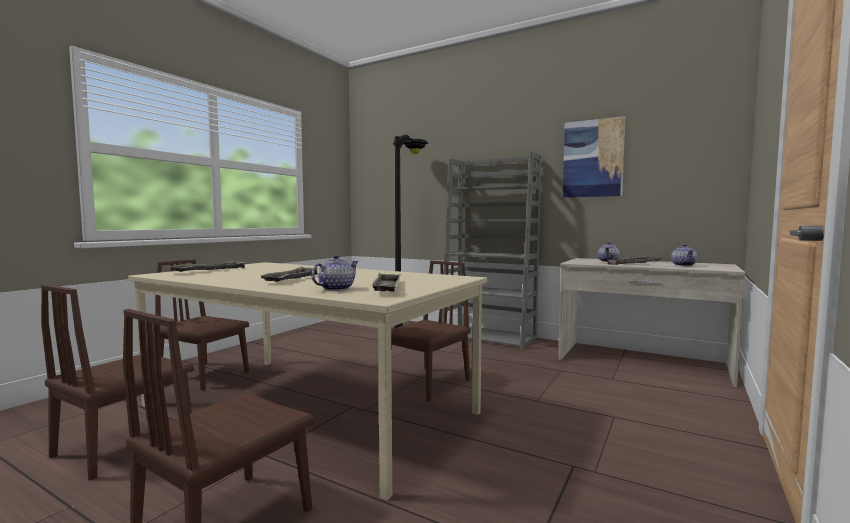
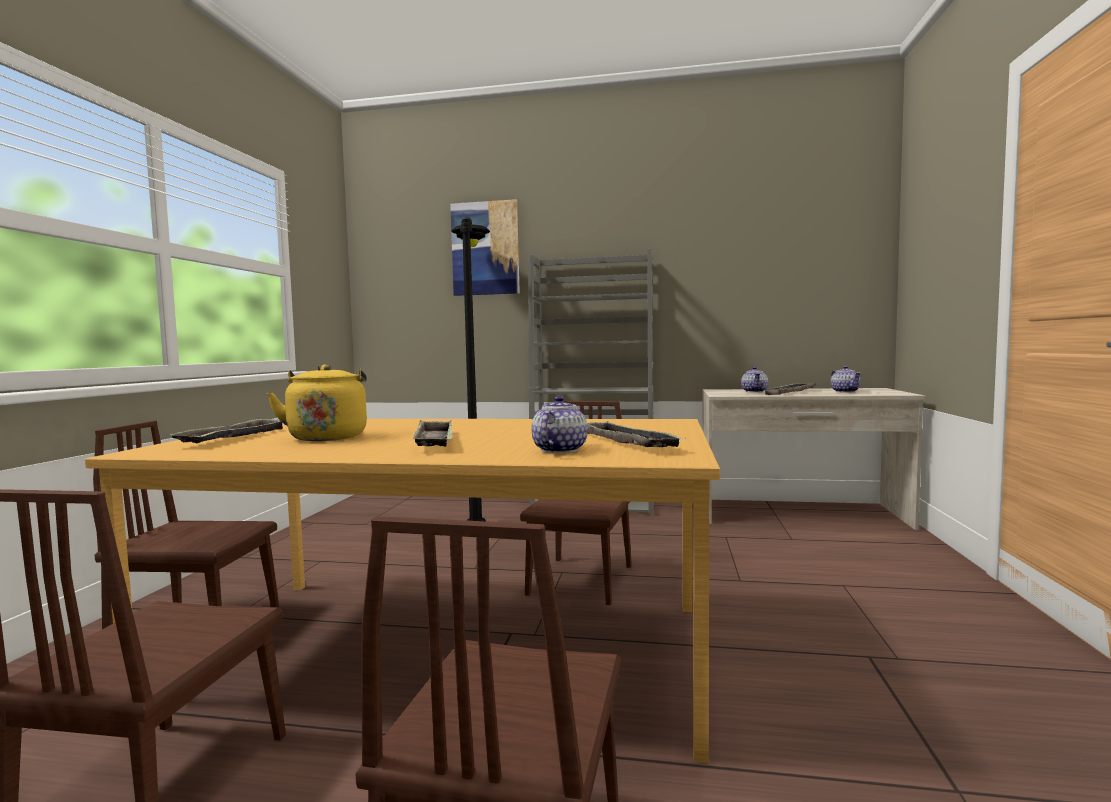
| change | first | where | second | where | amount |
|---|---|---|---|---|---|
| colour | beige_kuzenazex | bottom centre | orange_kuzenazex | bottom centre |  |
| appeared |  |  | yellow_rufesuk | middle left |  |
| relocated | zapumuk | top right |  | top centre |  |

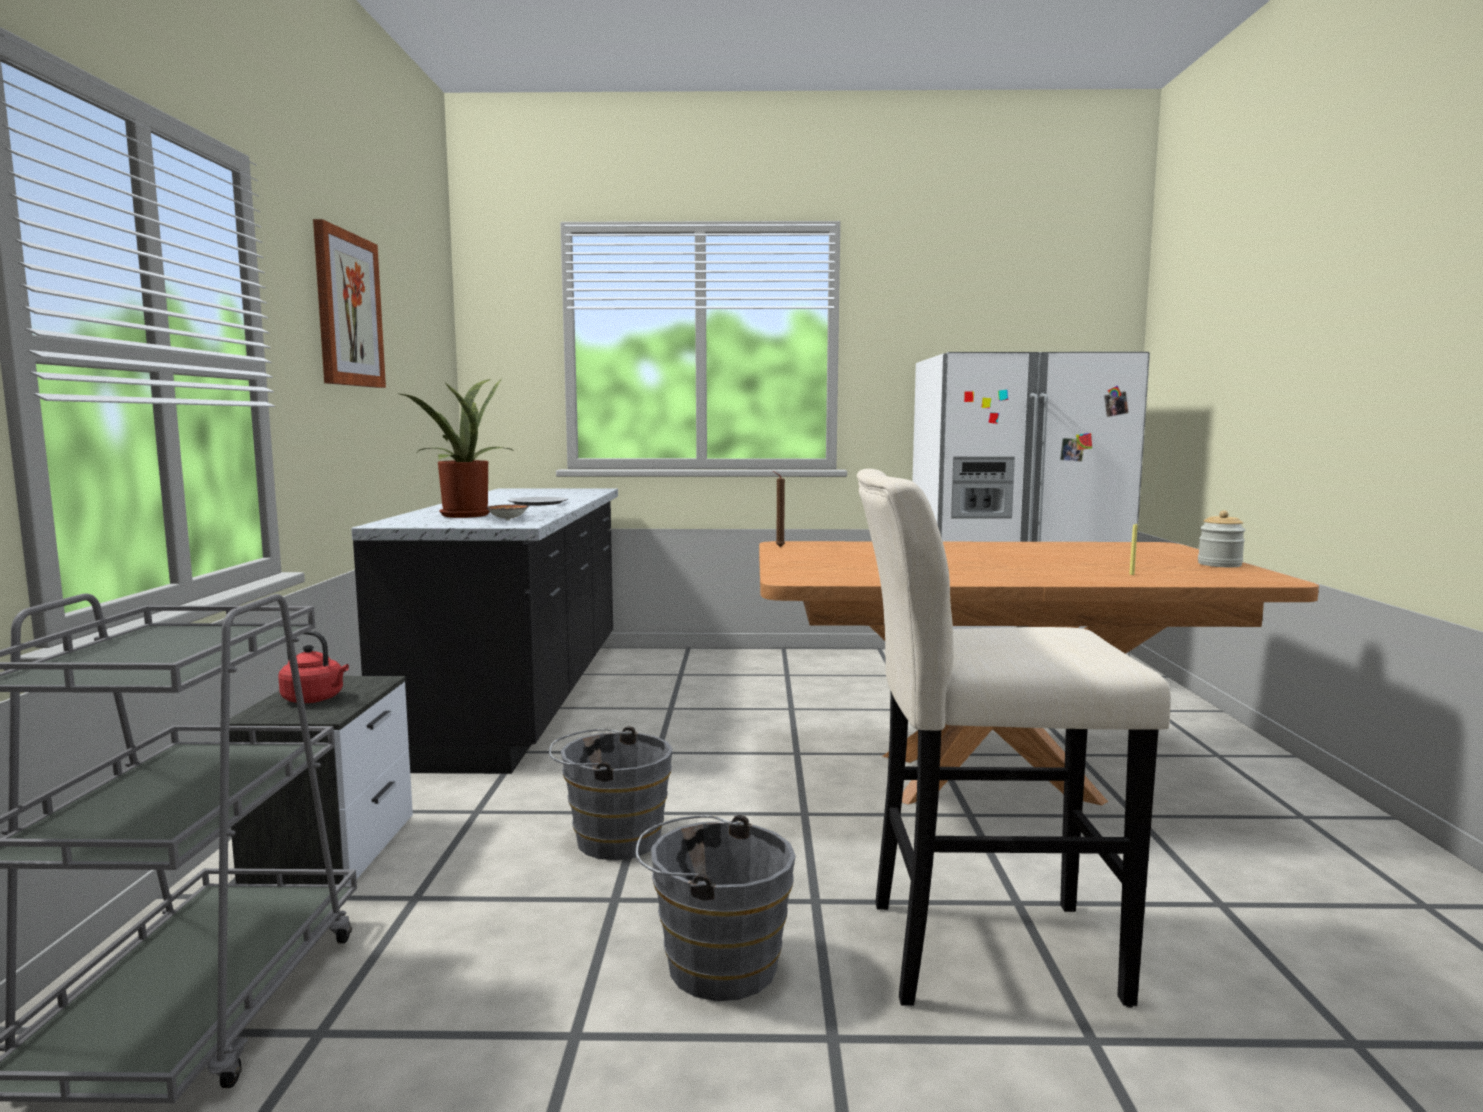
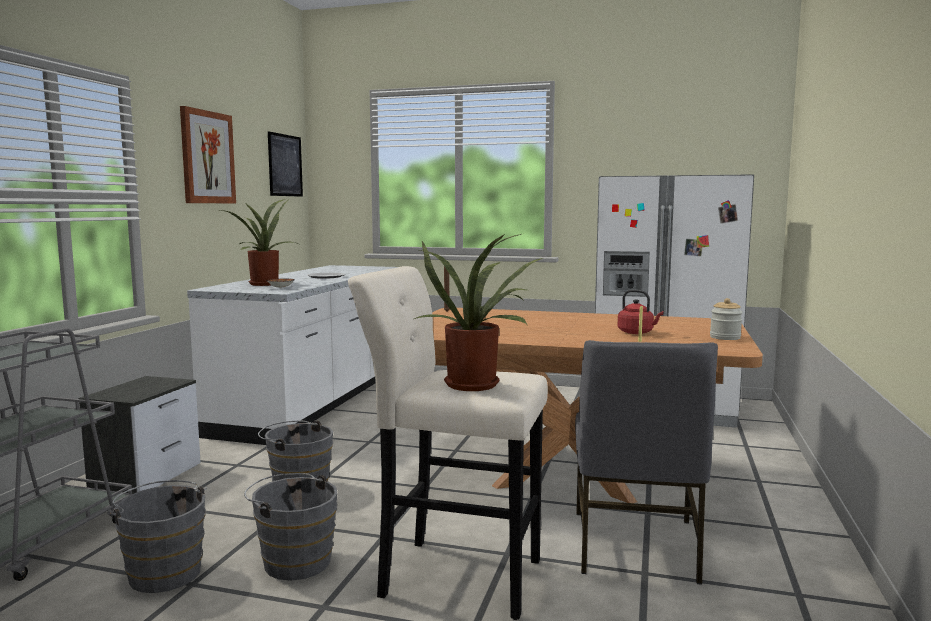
| change | first | where | second | where | amount |
|---|---|---|---|---|---|
| appeared |  |  | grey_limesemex (no. 1 from left) | bottom left |  |
| colour | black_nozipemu | middle left | white_nozipemu | middle left |  |
| appeared |  |  | zapumuk (no. 2 from left) | top left |  |
| appeared |  |  | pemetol (no. 2 from left) | centre |  |
| appeared |  |  | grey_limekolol | bottom right |  |
| relocated | red_rufesuk | middle left |  | middle right |  |

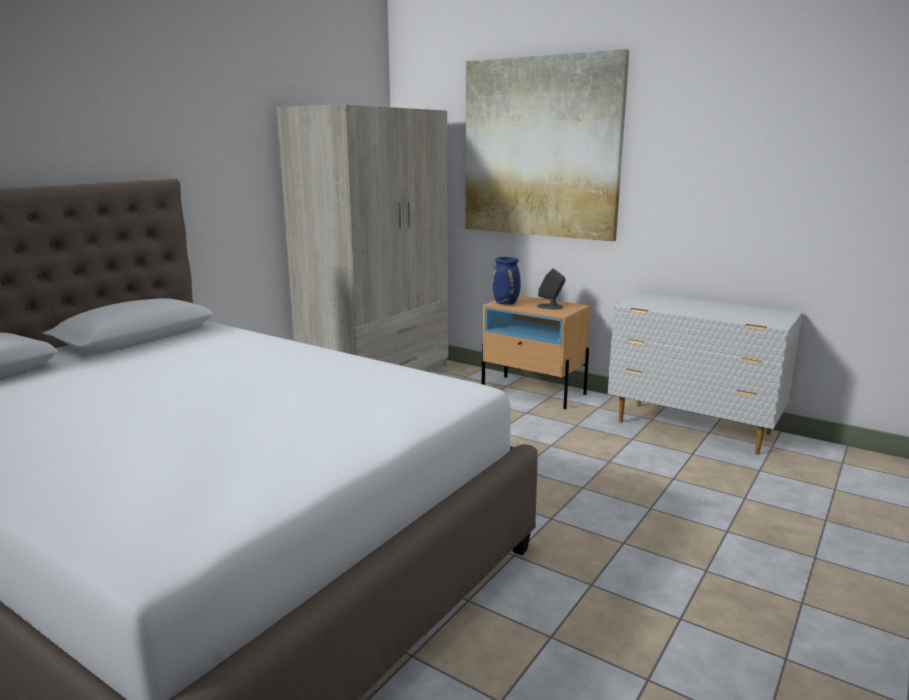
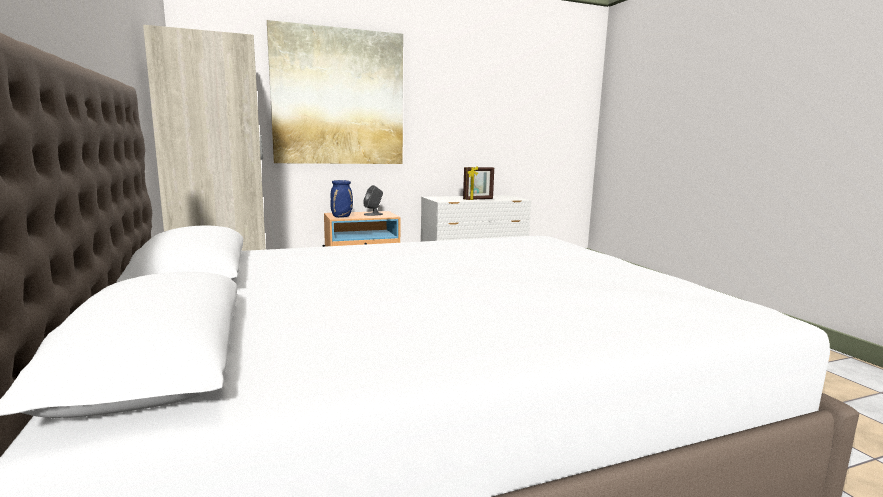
| change | first | where | second | where | amount |
|---|---|---|---|---|---|
| appeared |  |  | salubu | centre |  |

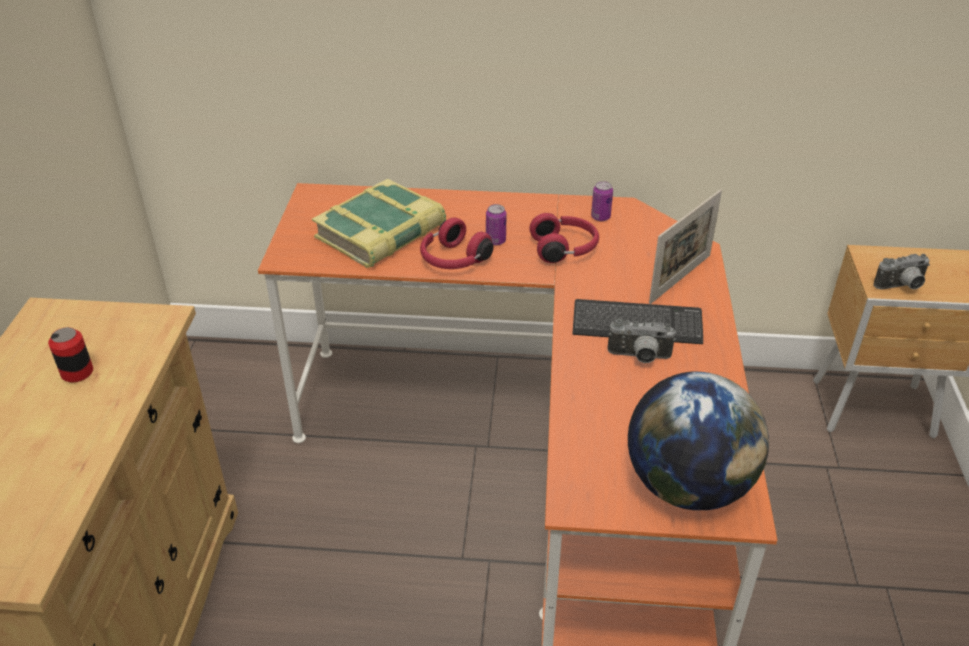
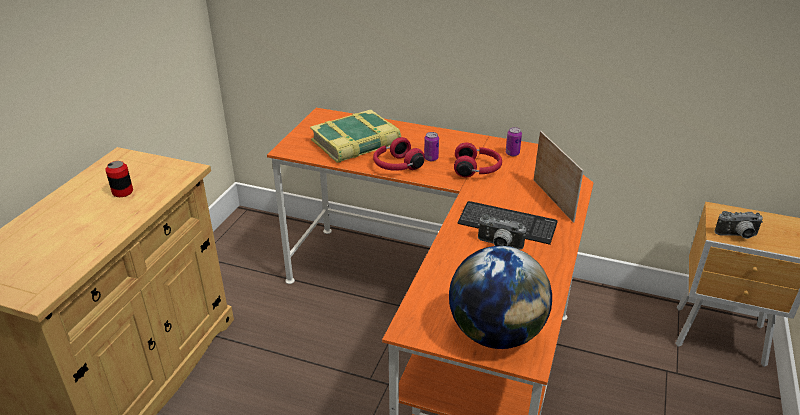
| change | first | where | second | where | amount |
|---|---|---|---|---|---|
| spun | salubu | middle right |  | middle right | 75 degrees counterclockwise |

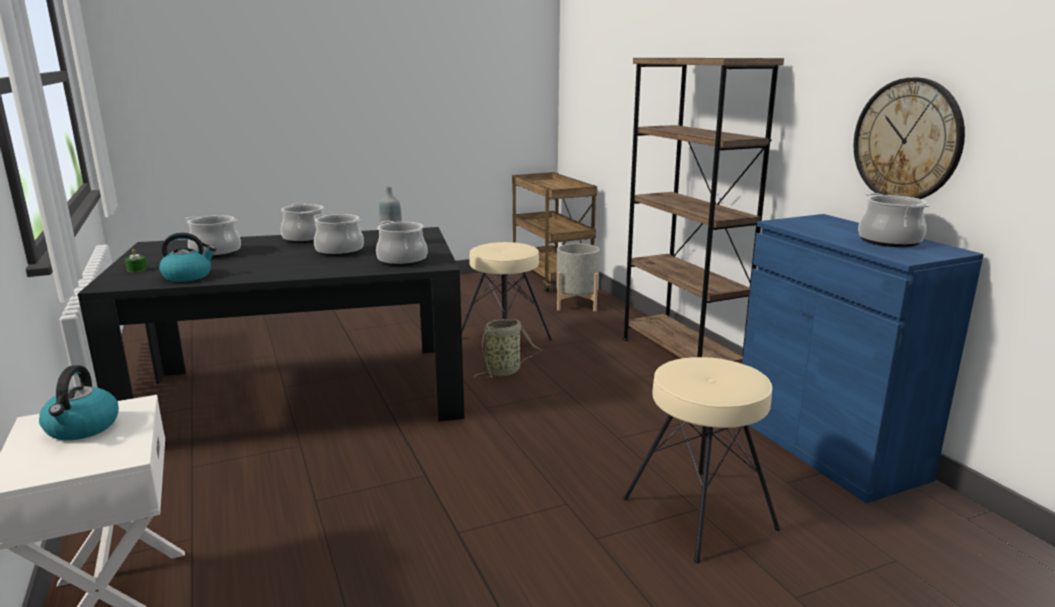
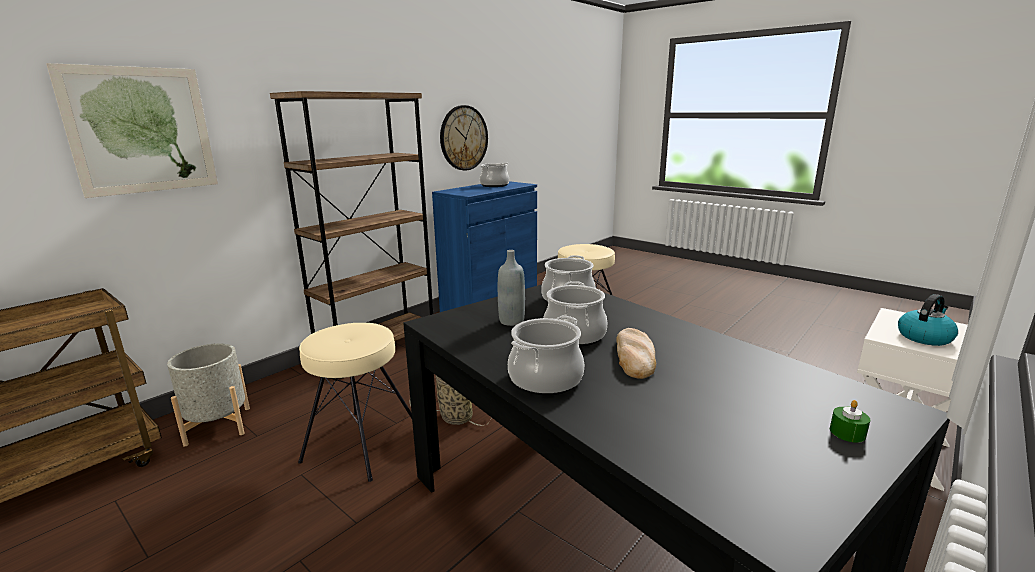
| change | first | where | second | where | amount |
|---|---|---|---|---|---|
| appeared |  |  | zapumuk | top left |  |
| appeared |  |  | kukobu | centre |  |
| missing | rufesuk (no. 2 from left) | middle left |  |  |  |
| missing | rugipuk (no. 1 from left) | middle left |  |  |  |

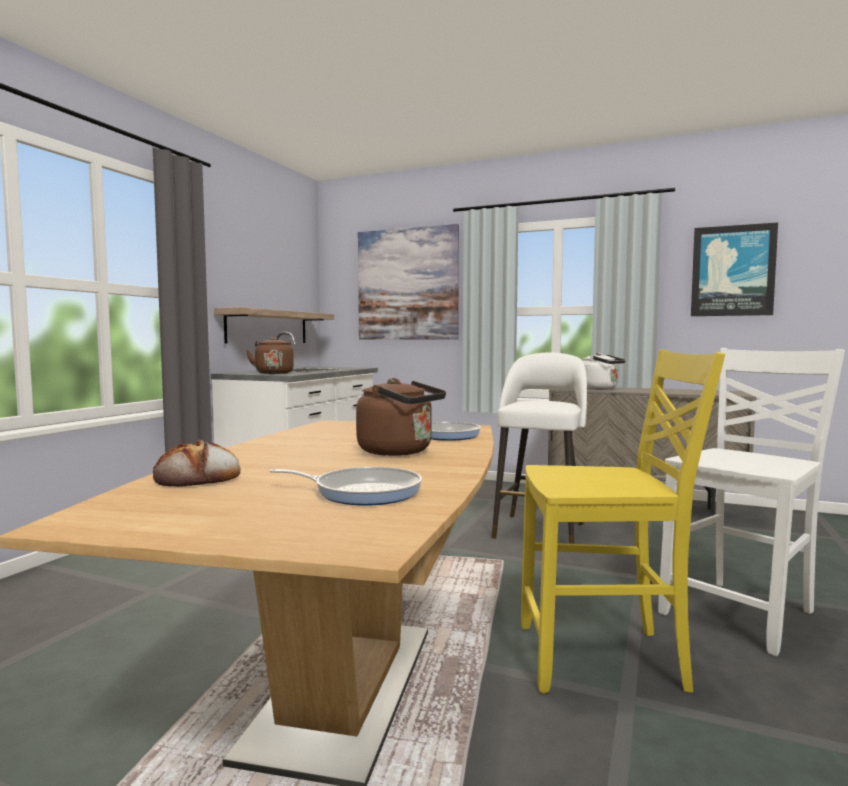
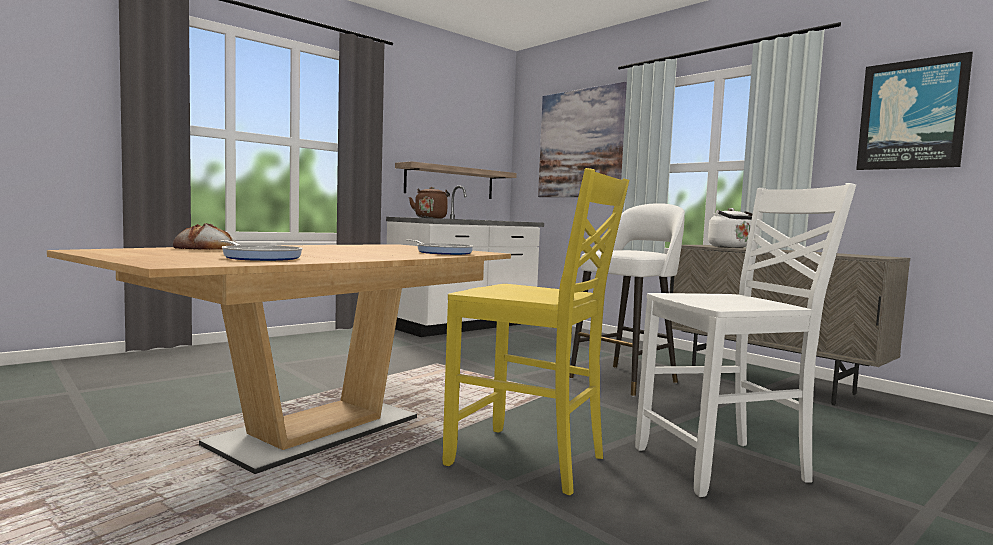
| change | first | where | second | where | amount |
|---|---|---|---|---|---|
| missing | brown_rufesuk (no. 2 from left) | centre |  |  |  |

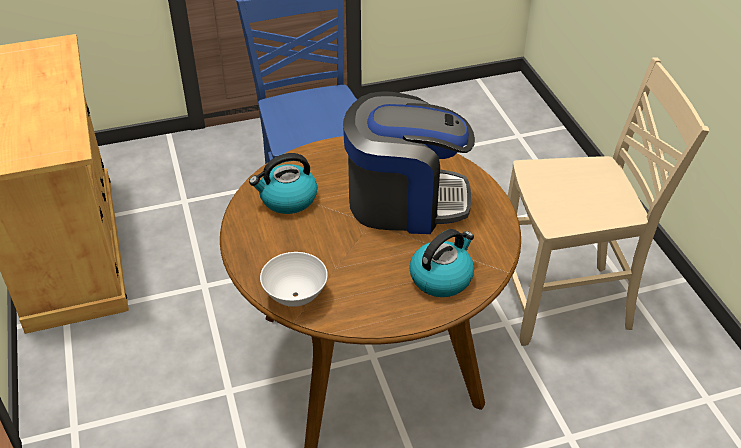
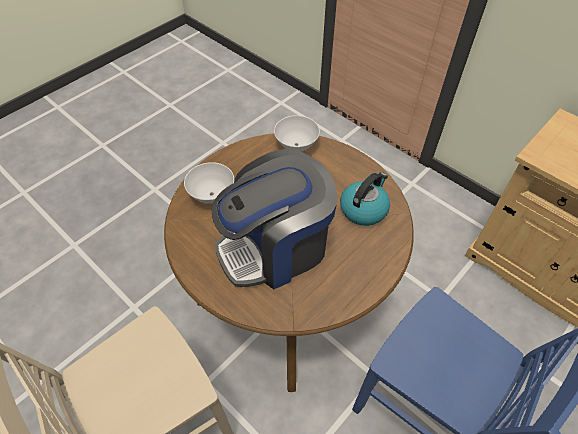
| change | first | where | second | where | amount |
|---|---|---|---|---|---|
| exchanged | rufesuk (no. 2 from left) | centre | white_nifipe (no. 1 from left) | centre |  |

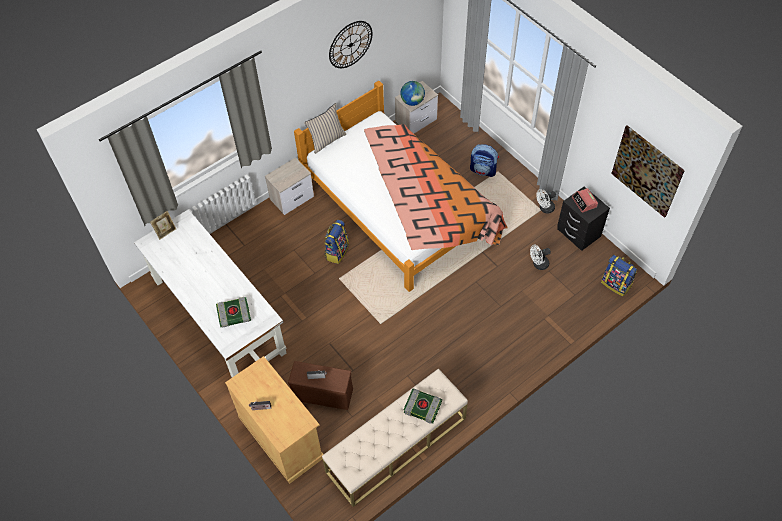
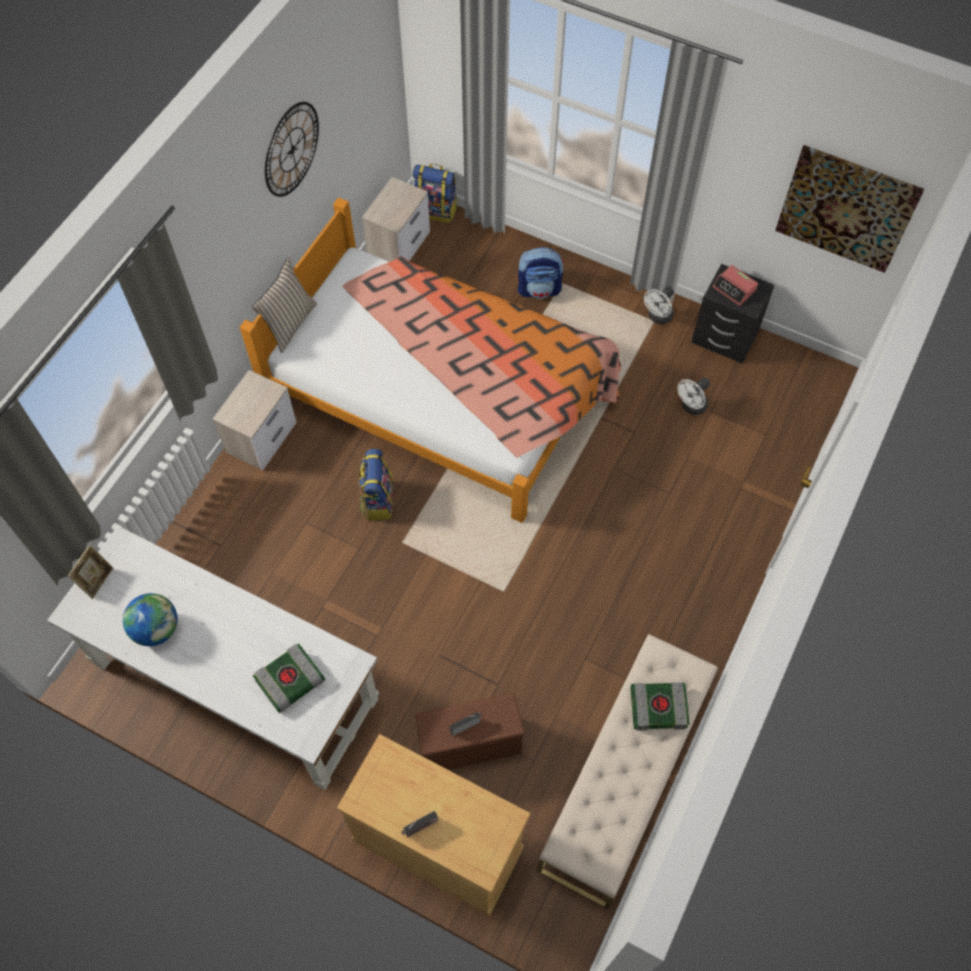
| change | first | where | second | where | amount |
|---|---|---|---|---|---|
| relocated | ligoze | top centre |  | middle left |  |
| relocated | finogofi (no. 3 from left in the first image) | middle right | finogofi (no. 2 from left) | top centre |  |

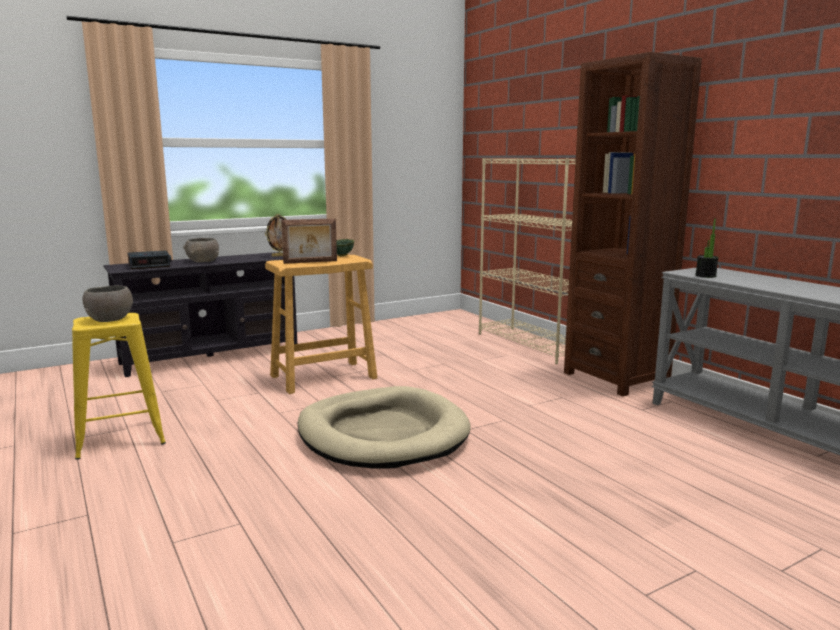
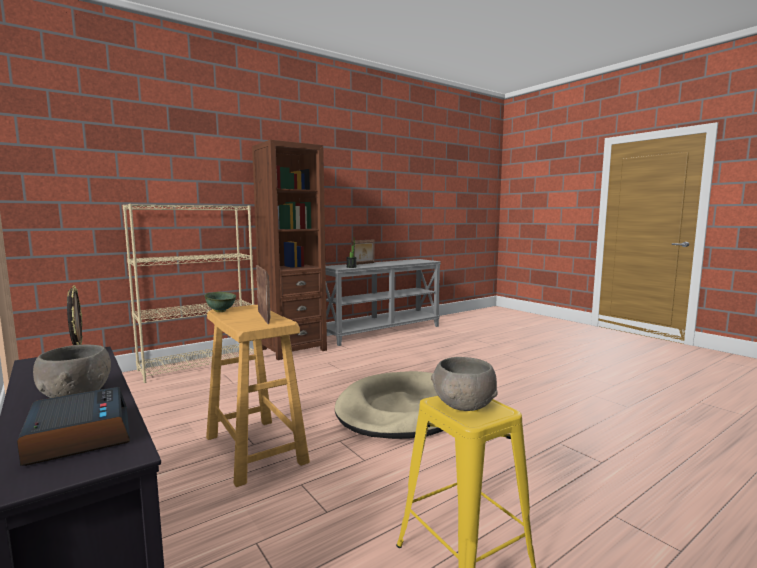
| change | first | where | second | where | amount |
|---|---|---|---|---|---|
| appeared |  |  | salubu (no. 3 from left) | centre |  |

